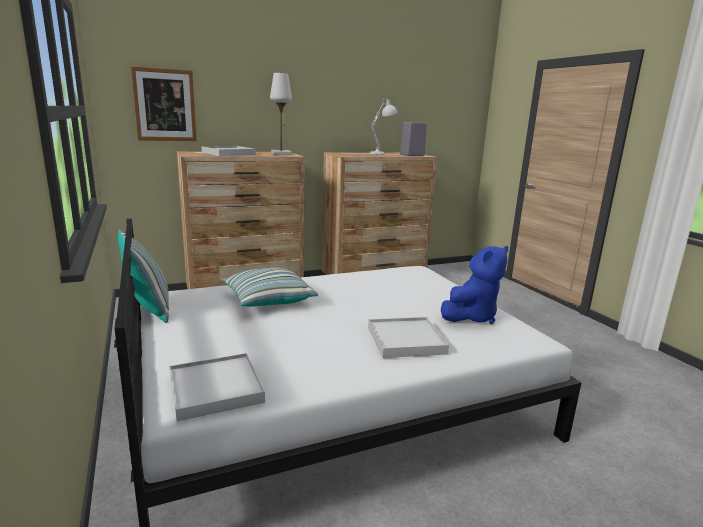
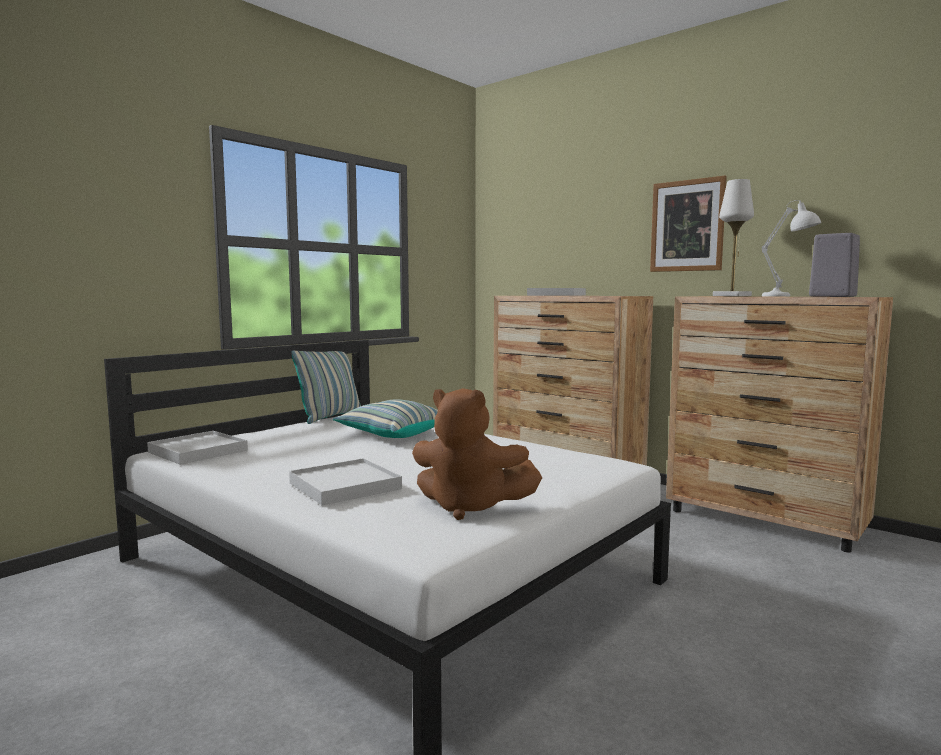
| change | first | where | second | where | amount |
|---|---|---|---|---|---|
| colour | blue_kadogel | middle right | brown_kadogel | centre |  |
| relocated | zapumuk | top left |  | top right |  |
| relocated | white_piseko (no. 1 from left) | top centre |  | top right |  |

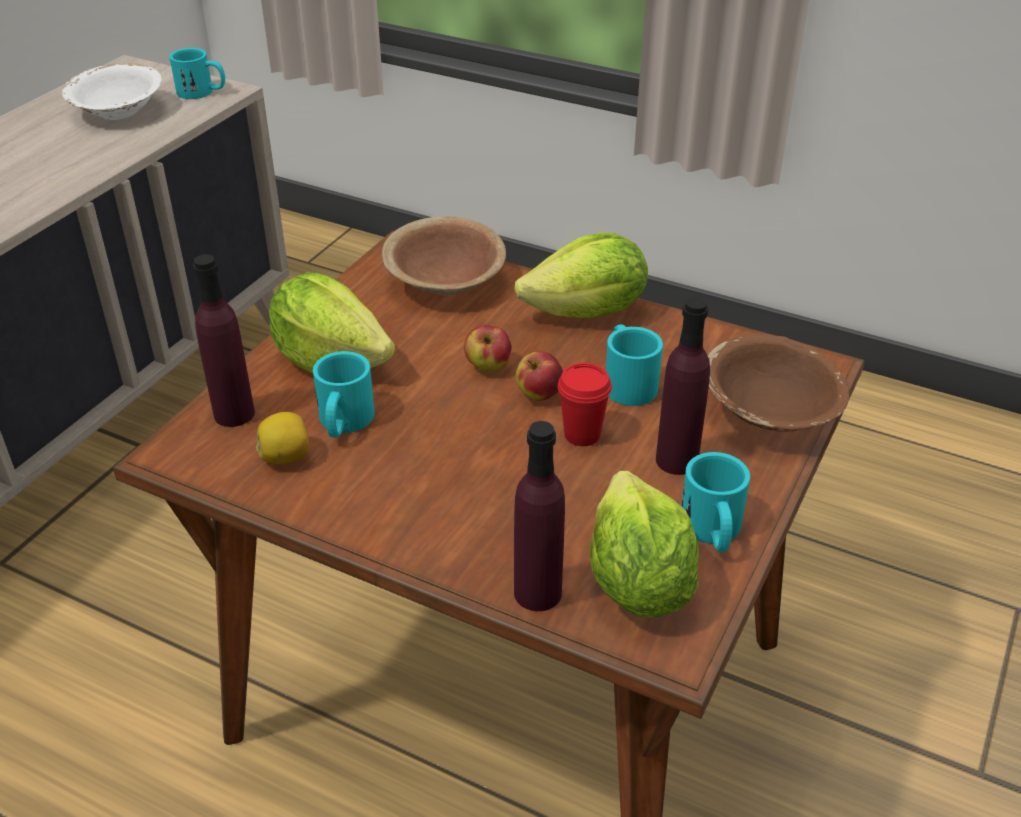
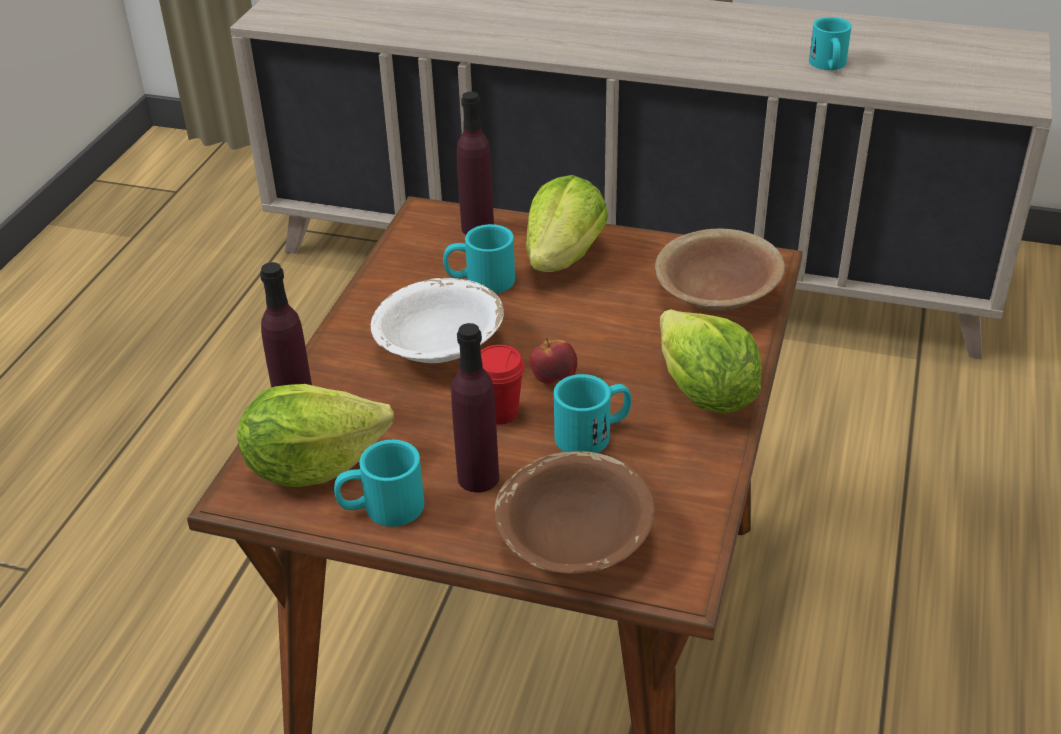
| change | first | where | second | where | amount |
|---|---|---|---|---|---|
| relocated | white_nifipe | top left |  | centre |  |
| relocated | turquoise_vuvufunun (no. 1 from left in the first image) | top left | turquoise_vuvufunun (no. 4 from left) | top right |  |
| missing | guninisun | middle left |  |  |  |
| missing | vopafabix (no. 1 from left) | centre |  |  |  |

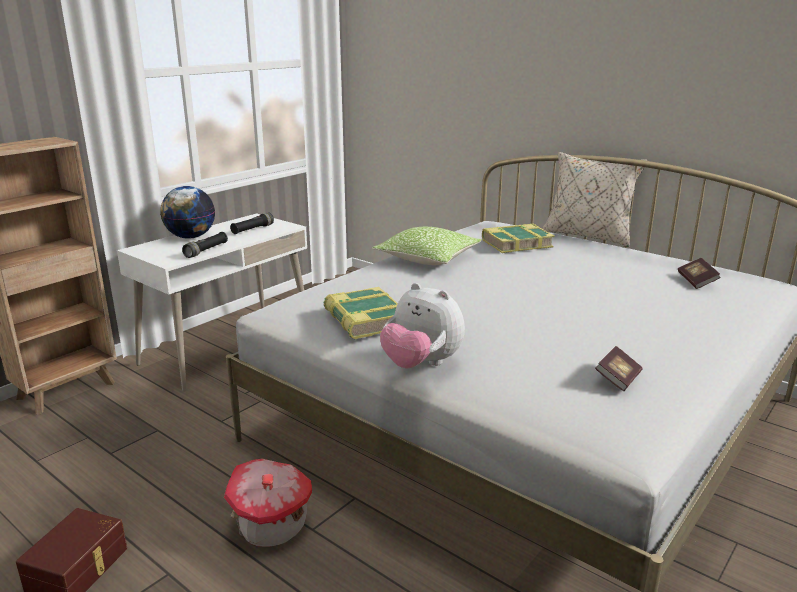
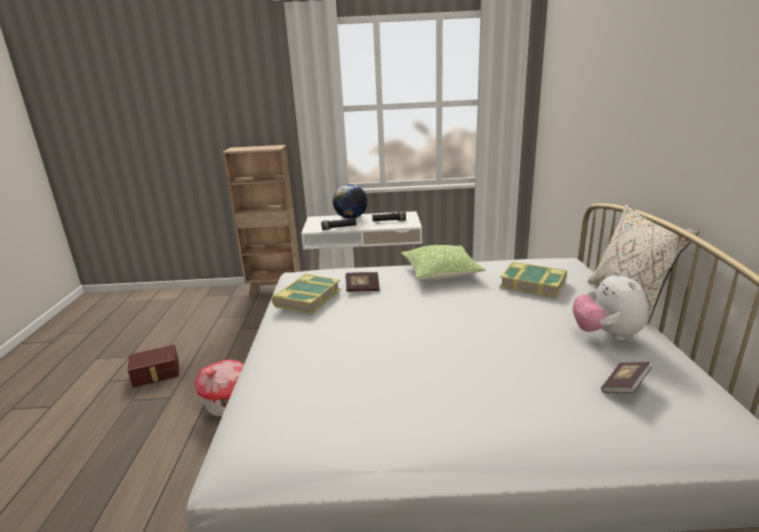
| change | first | where | second | where | amount |
|---|---|---|---|---|---|
| relocated | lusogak (no. 3 from left in the first image) | middle right | lusogak (no. 2 from left) | centre |  |
| relocated | kadogel | centre |  | middle right |  |

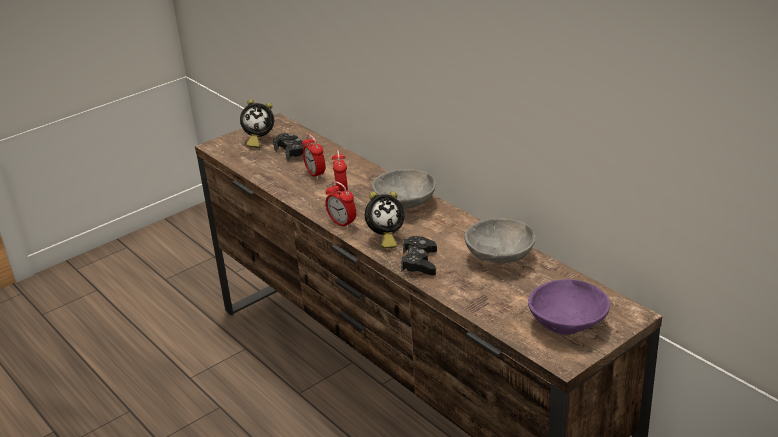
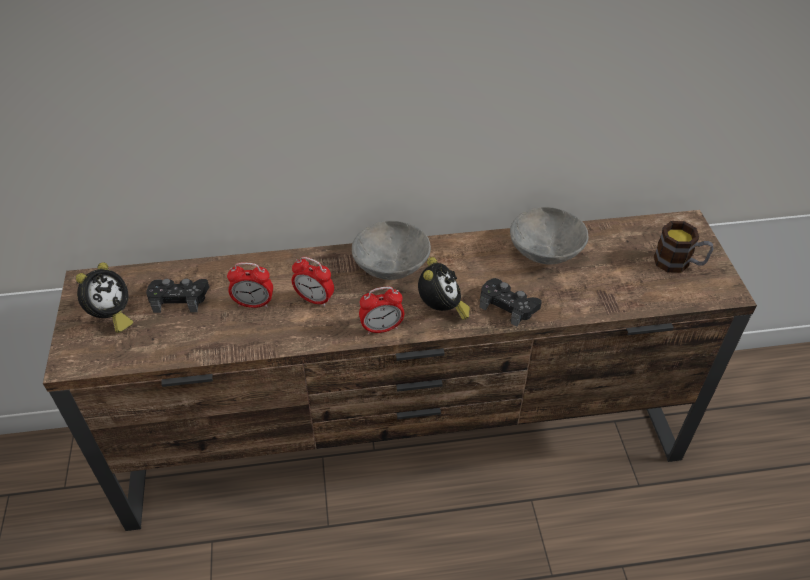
| change | first | where | second | where | amount |
|---|---|---|---|---|---|
| exchanged | purple_nifipe | bottom right | vuvufunun | middle right |  |

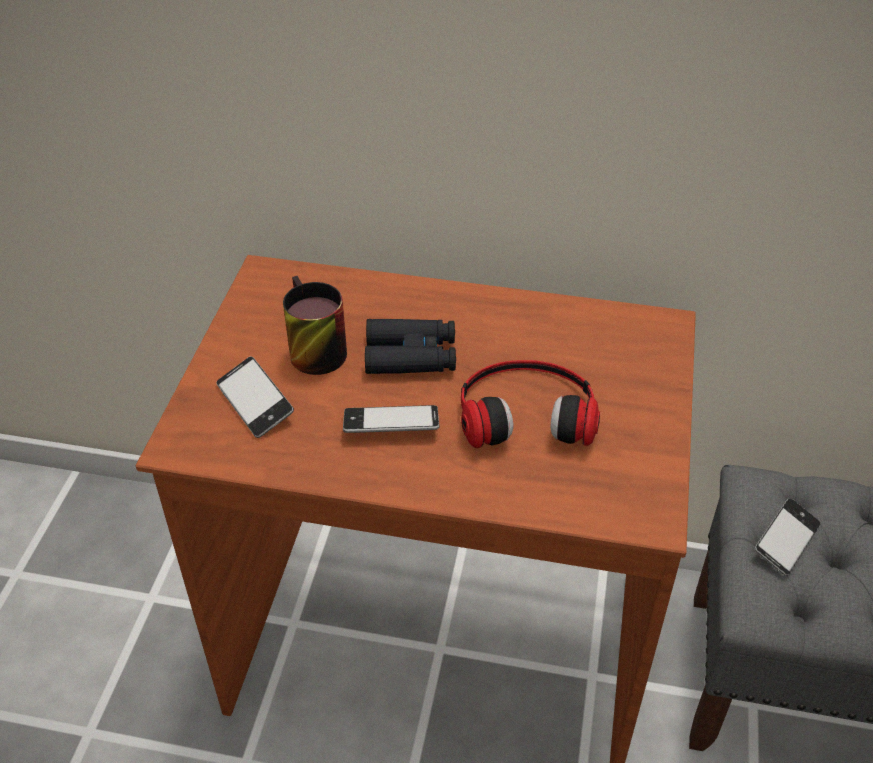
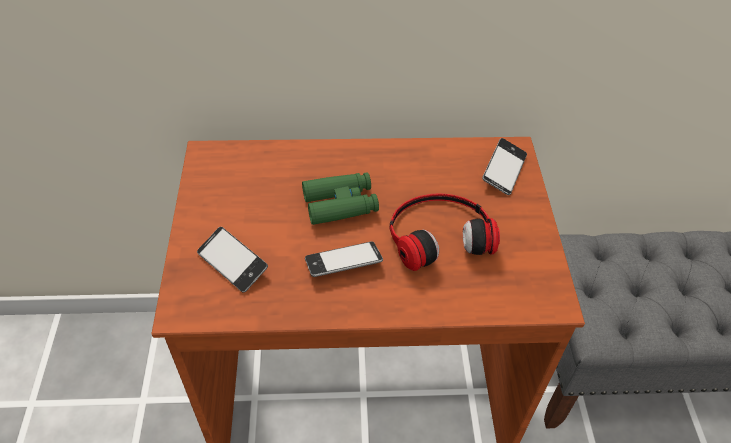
| change | first | where | second | where | amount |
|---|---|---|---|---|---|
| colour | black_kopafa | centre | green_kopafa | centre |  |
| relocated | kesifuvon (no. 3 from left) | bottom right |  | middle right |  |
| missing | vuvufunun | centre |  |  |  |

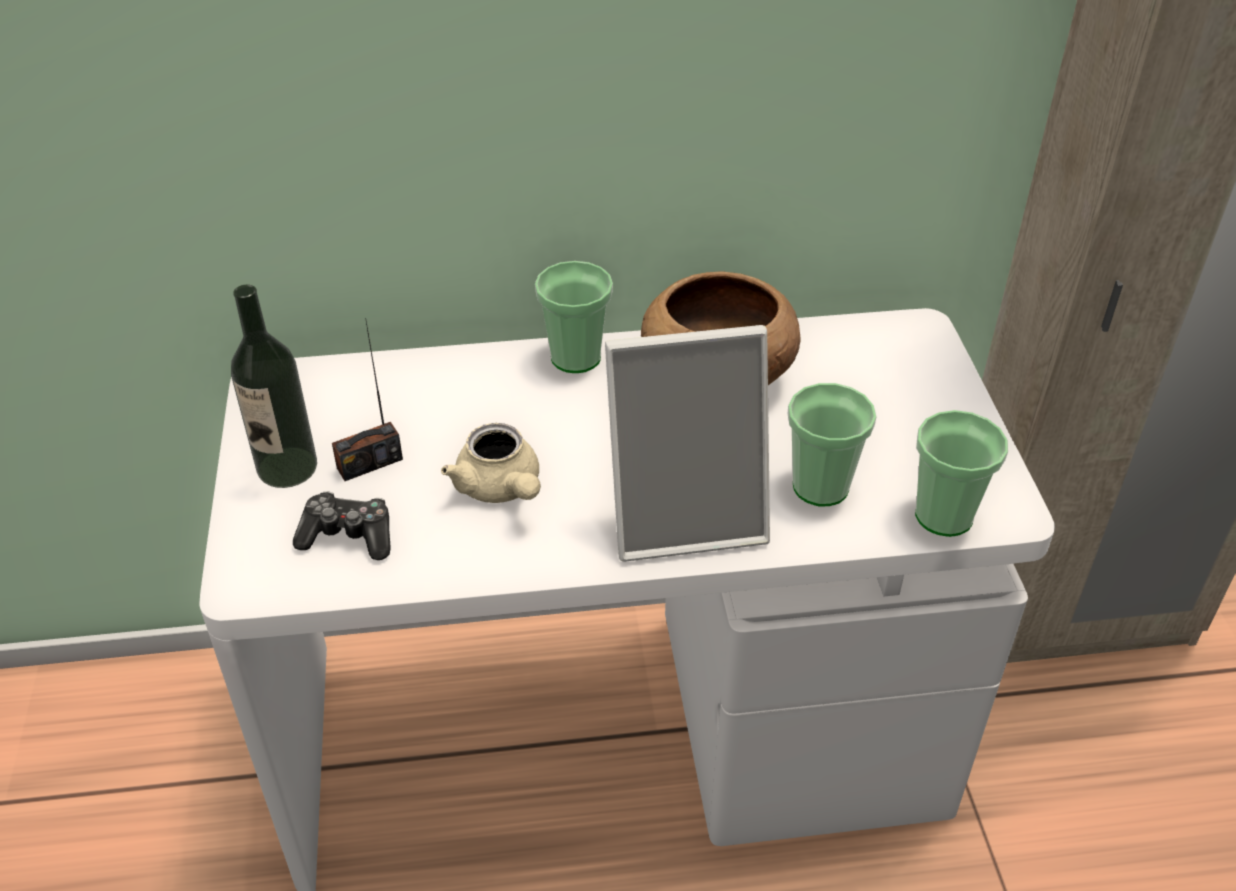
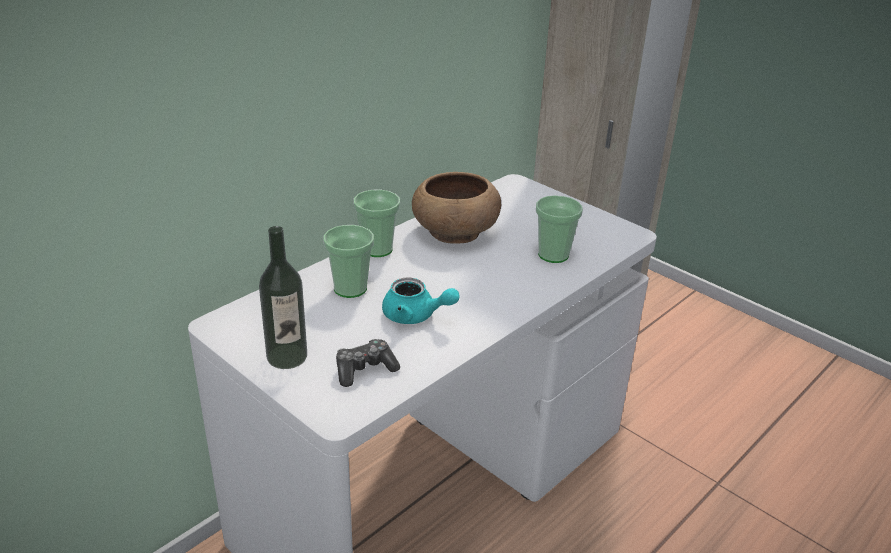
| change | first | where | second | where | amount |
|---|---|---|---|---|---|
| relocated | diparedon (no. 3 from left in the first image) | middle right | diparedon (no. 1 from left) | centre |  |
| colour | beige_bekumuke | centre | turquoise_bekumuke | centre |  |
| missing | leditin | middle left |  |  |  |
| missing | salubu | centre |  |  |  |

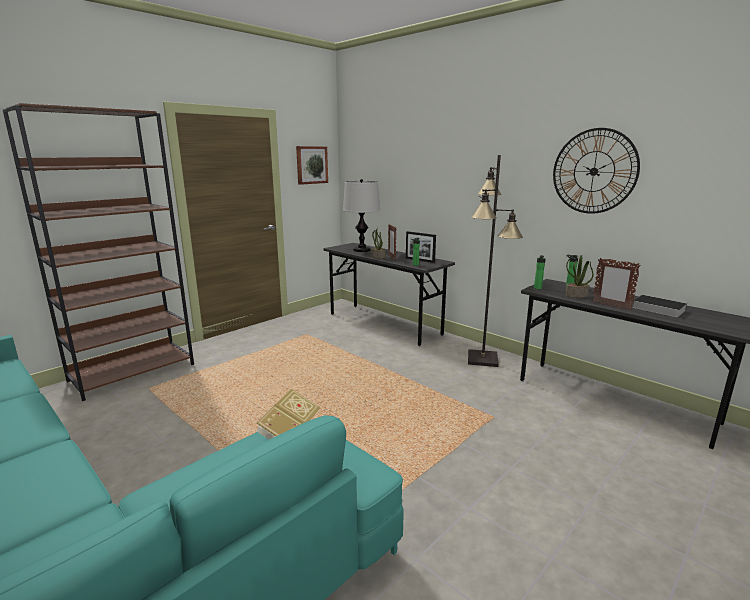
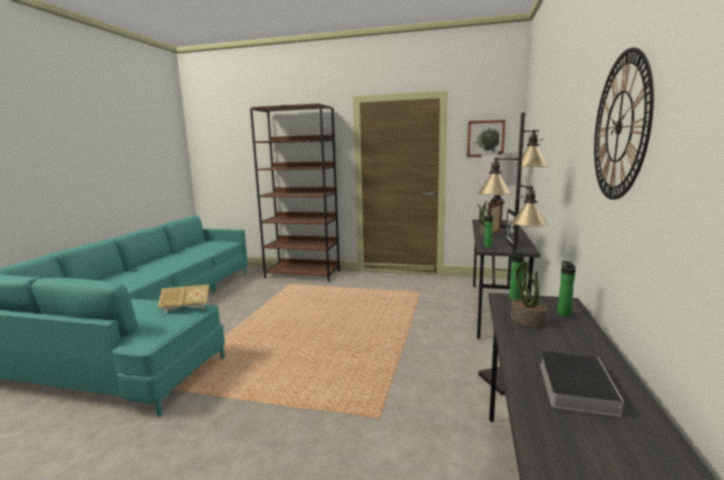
| change | first | where | second | where | amount |
|---|---|---|---|---|---|
| missing | salubu (no. 3 from left) | middle right |  |  |  |

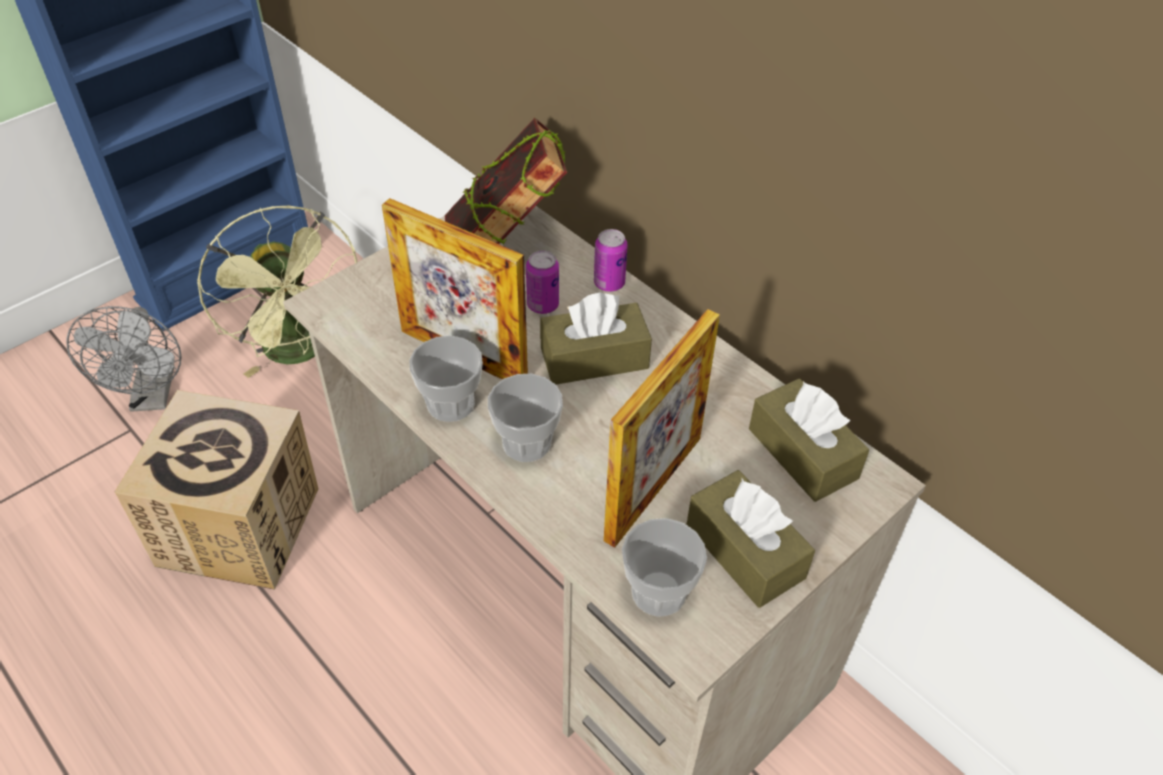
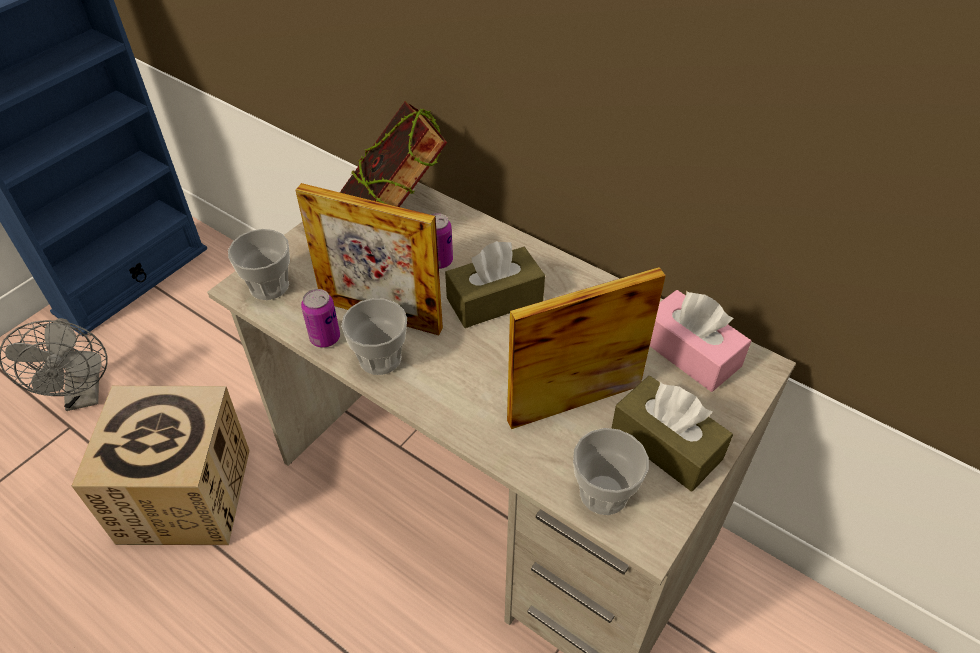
| change | first | where | second | where | amount |
|---|---|---|---|---|---|
| relocated | diparedon (no. 2 from left in the first image) | centre | diparedon (no. 1 from left) | middle left |  |
| relocated | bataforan (no. 2 from left in the first image) | centre | bataforan (no. 1 from left) | middle left |  |
| spun | salubu (no. 2 from left) | centre |  | centre | 135 degrees counterclockwise |
| colour | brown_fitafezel (no. 3 from left) | middle right | pink_fitafezel | middle right |  |
| missing | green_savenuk | middle left |  |  |  |

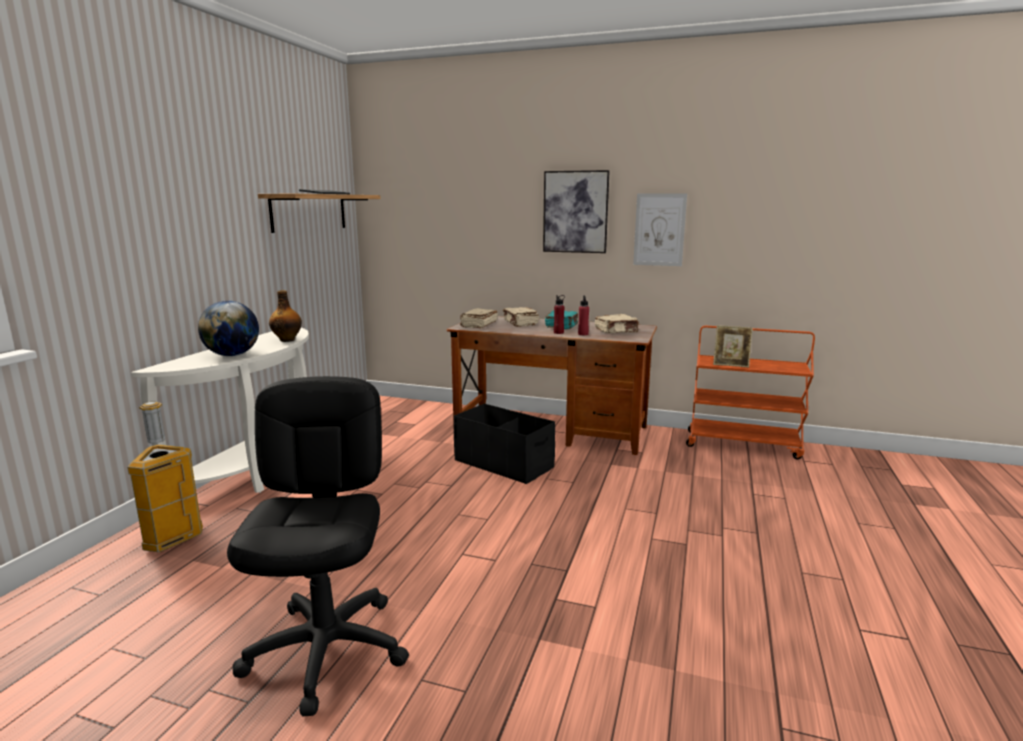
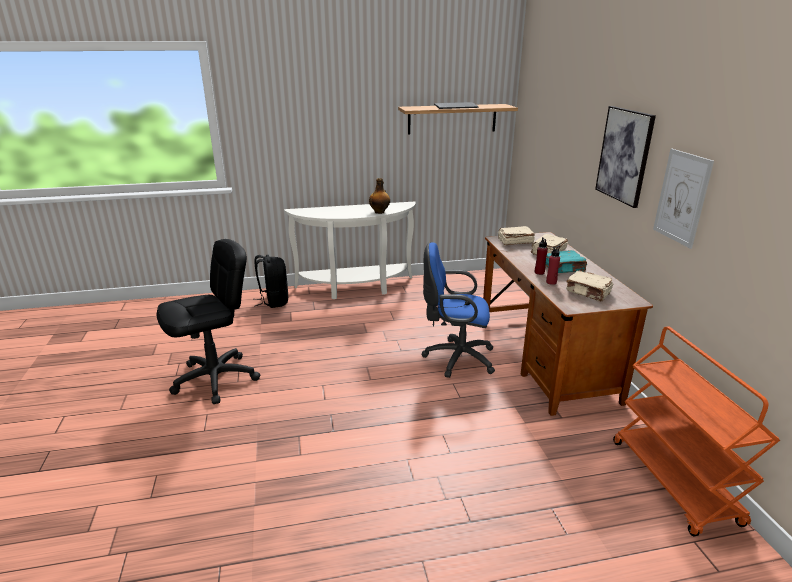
| change | first | where | second | where | amount |
|---|---|---|---|---|---|
| exchanged | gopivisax | middle left | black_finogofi | centre |  |
| exchanged | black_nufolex | centre | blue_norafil | centre |  |
| missing | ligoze | middle left |  |  |  |
| missing | salubu | middle right |  |  |  |

